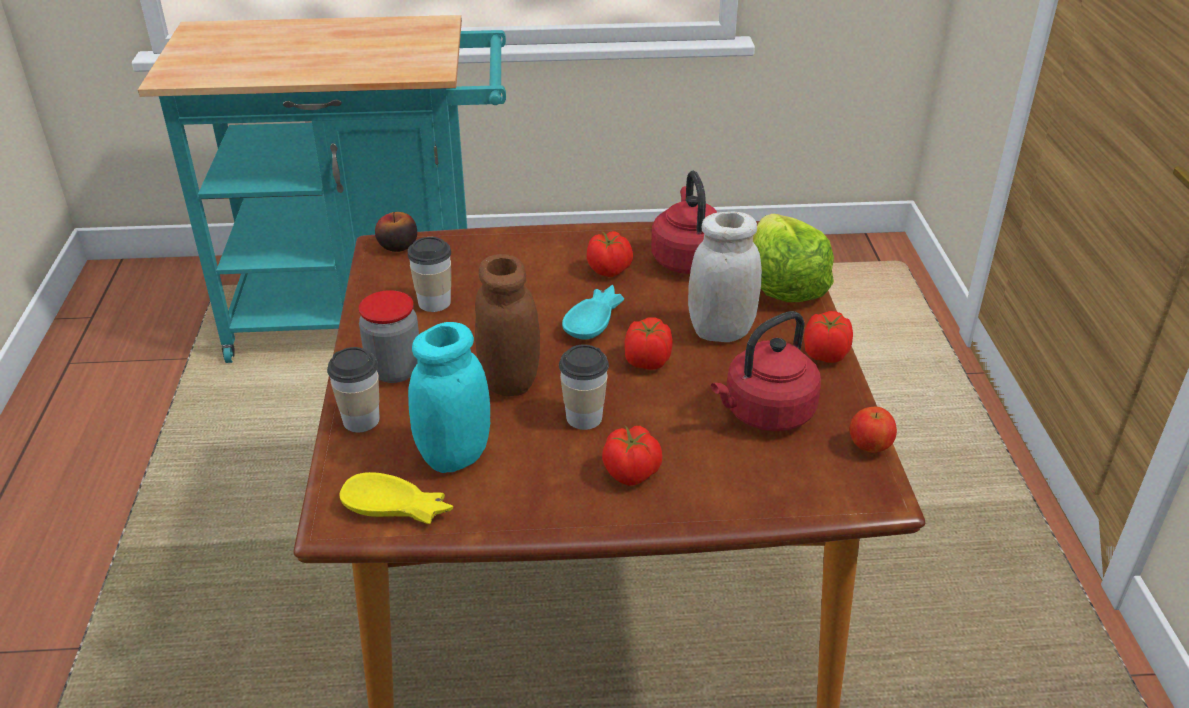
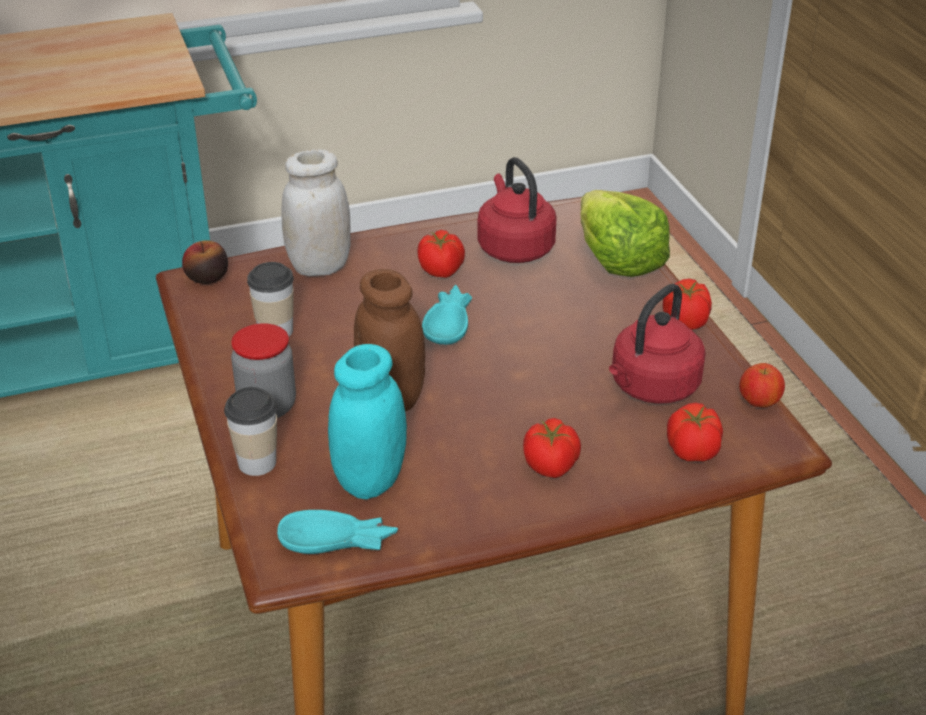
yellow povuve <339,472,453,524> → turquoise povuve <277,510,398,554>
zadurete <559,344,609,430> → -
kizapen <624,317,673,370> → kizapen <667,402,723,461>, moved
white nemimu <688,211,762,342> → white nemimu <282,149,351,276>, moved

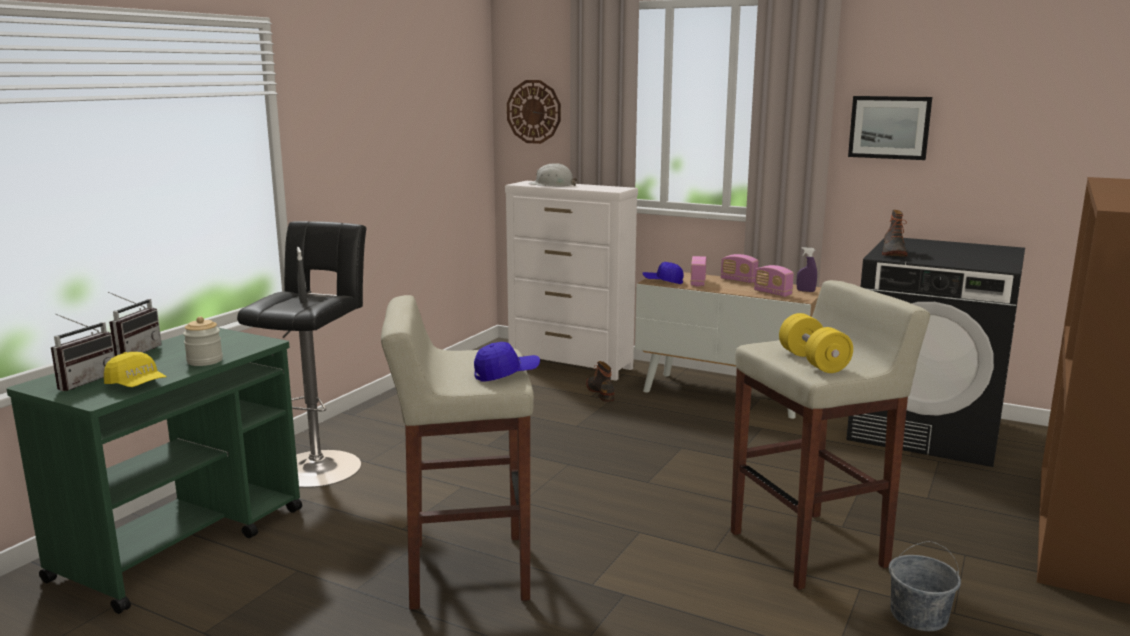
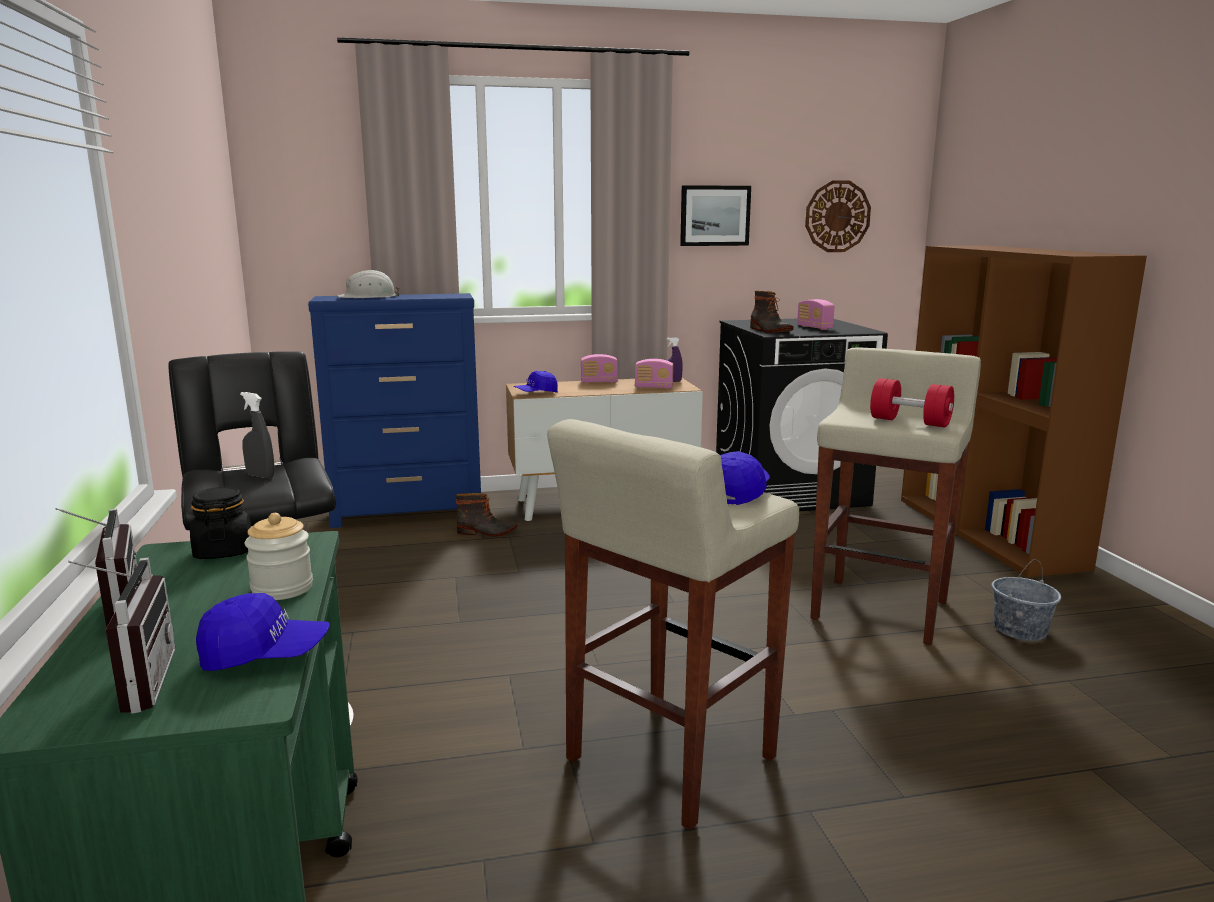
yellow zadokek <104,352,167,387> → blue zadokek <196,593,330,671>
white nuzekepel <505,181,638,381> → blue nuzekepel <308,293,481,528>
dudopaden <507,80,561,144> → dudopaden <805,180,871,252>, moved
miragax <586,361,614,402> → miragax <456,493,518,537>, 150 degrees clockwise
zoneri <690,256,707,287> → zoneri <797,299,835,330>, moved
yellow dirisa <779,313,853,373> → red dirisa <870,378,954,427>
- → black nemimu <190,487,251,559>

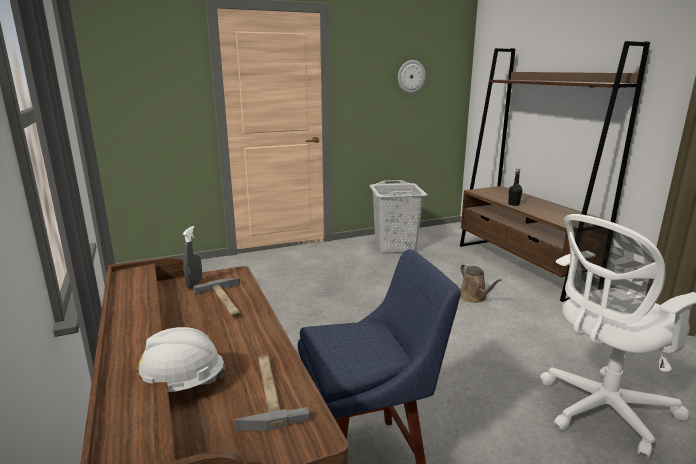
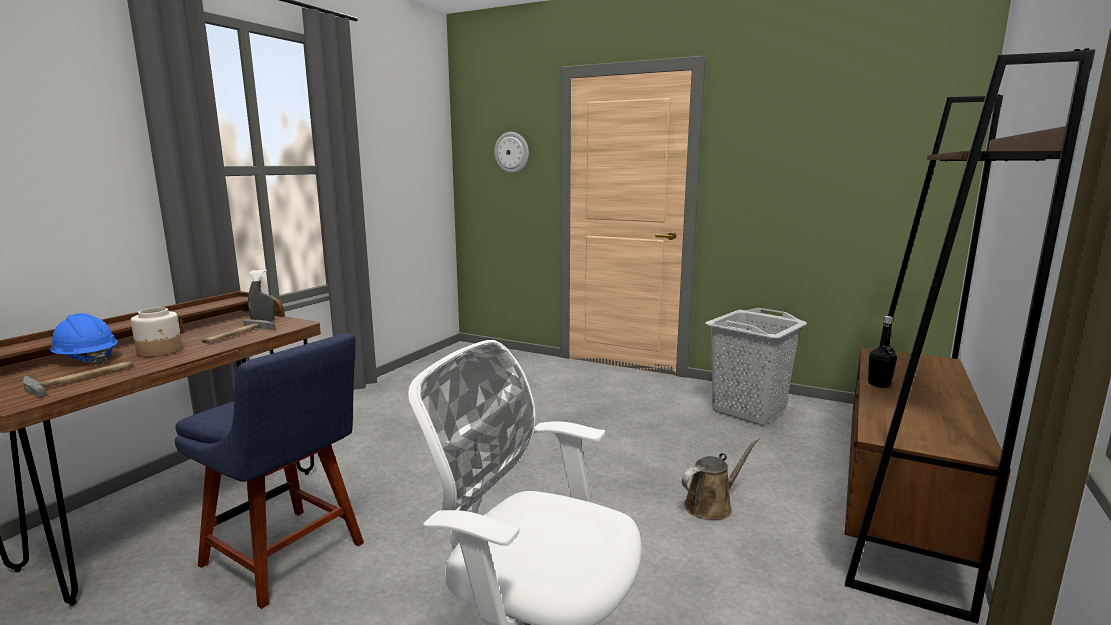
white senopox <137,327,225,392> → blue senopox <49,313,118,365>
dudopaden <398,60,426,93> → dudopaden <494,132,529,173>, moved
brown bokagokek <460,264,502,303> → brown bokagokek <682,438,760,520>, 150 degrees counterclockwise
- → nemimu <131,307,182,357>

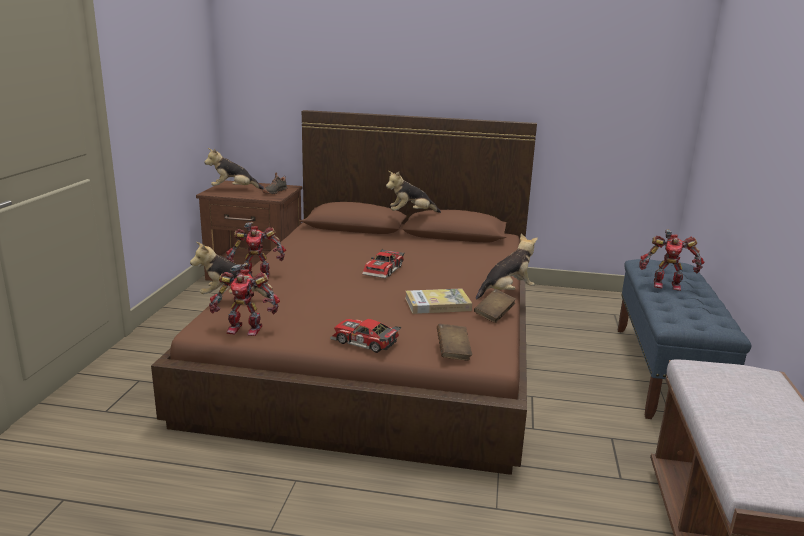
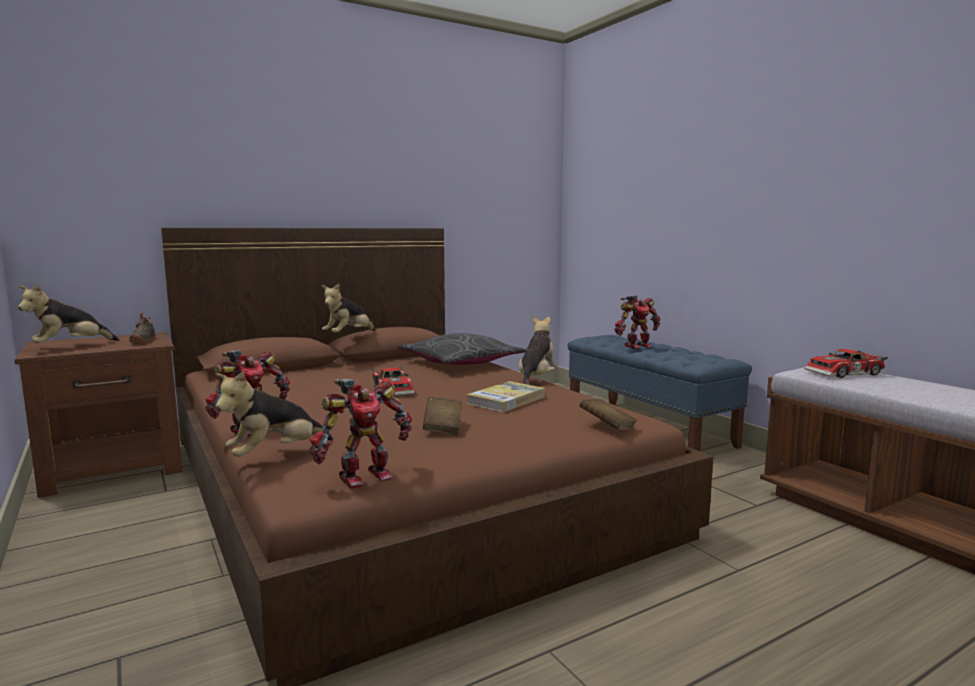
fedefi <330,319,401,353> → fedefi <804,349,888,378>, moved
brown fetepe <474,289,516,323> → brown fetepe <423,397,462,435>, moved
- → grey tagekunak <398,333,526,365>

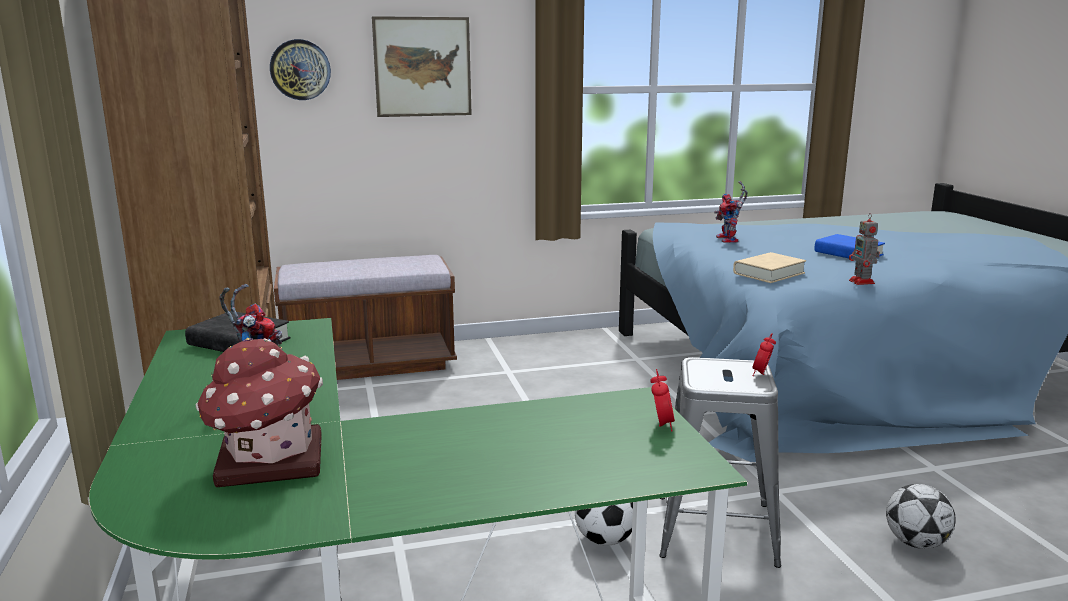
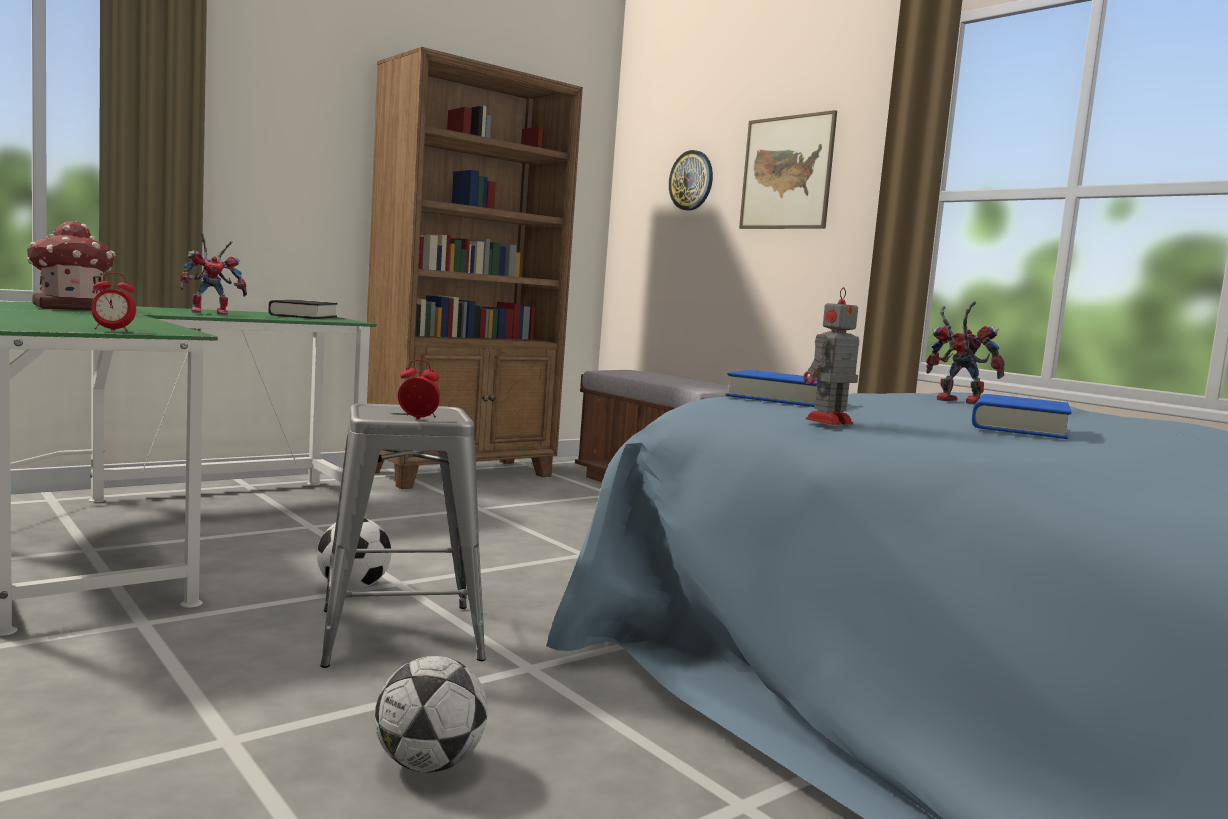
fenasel <714,181,748,243> → fenasel <926,301,1005,405>, 75 degrees clockwise
beige fetepe <733,252,806,283> → blue fetepe <725,370,817,407>

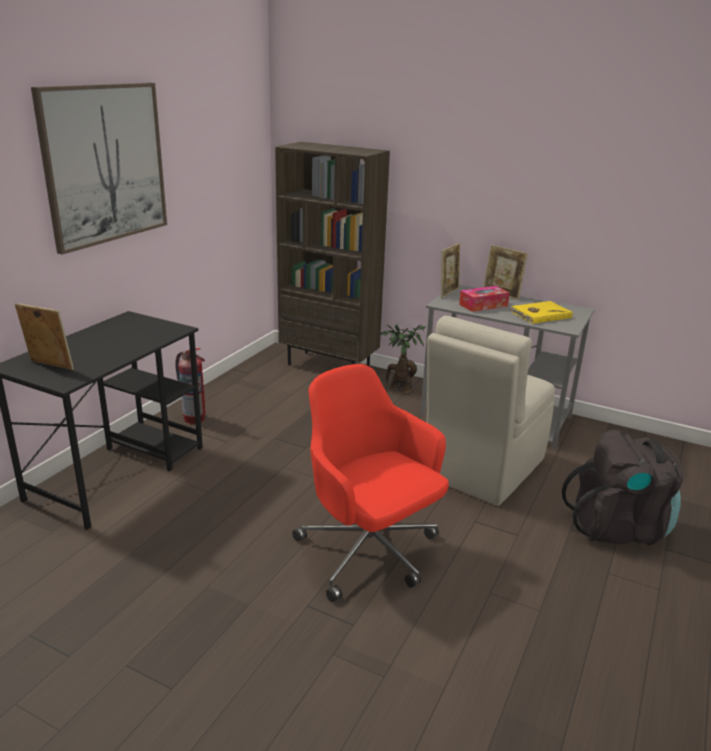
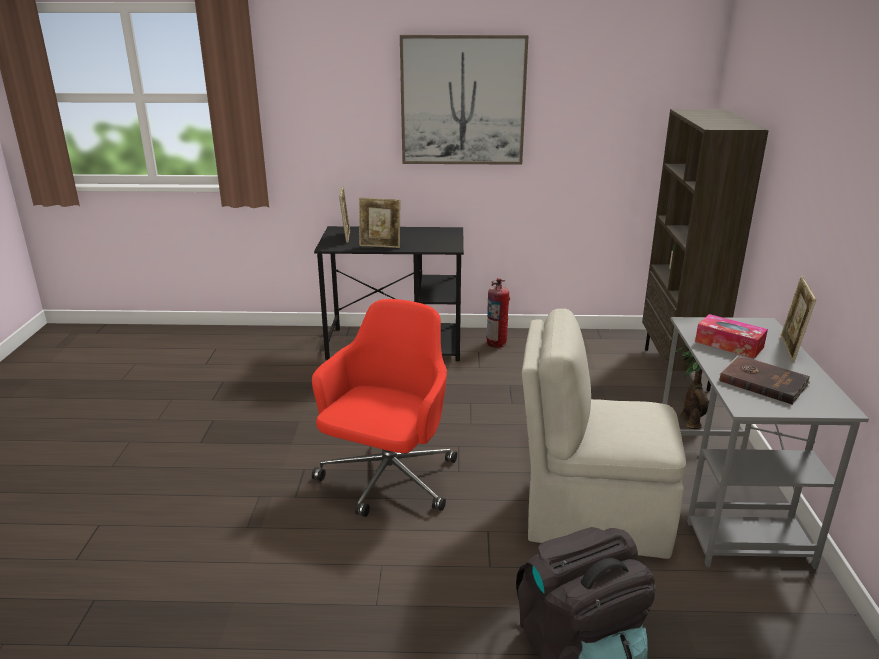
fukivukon <441,243,461,298> → fukivukon <359,197,401,248>, moved
yellow fetepe <509,301,573,324> → brown fetepe <720,355,810,404>

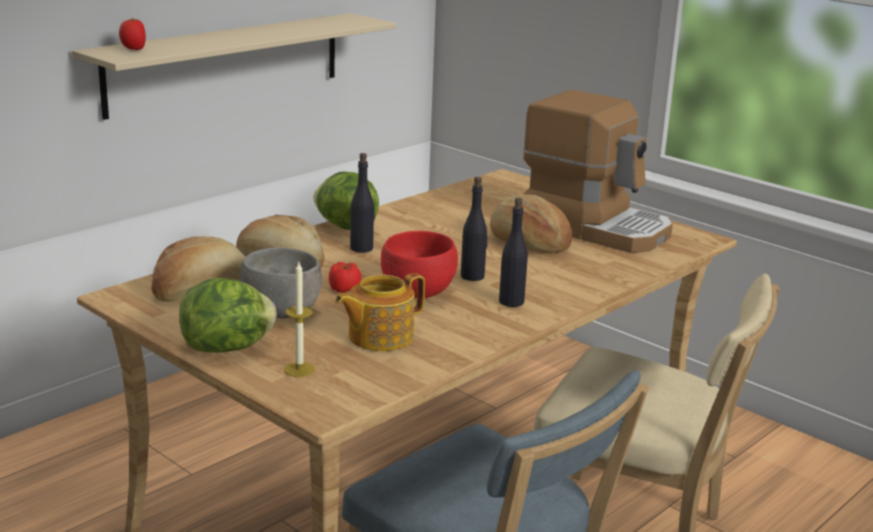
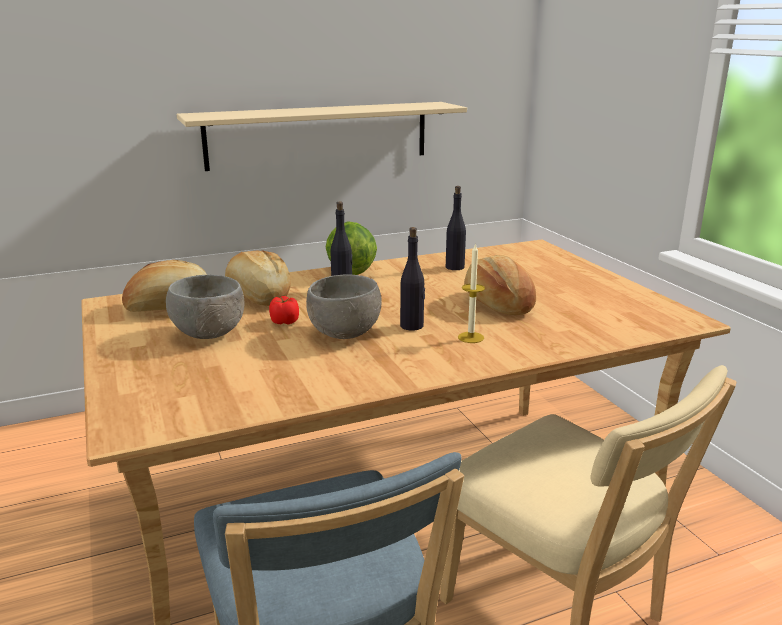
kizapen <119,18,146,50> → -
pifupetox <179,278,277,353> → -
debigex <284,262,315,377> → debigex <458,243,485,343>, moved
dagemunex <335,273,425,351> → -
red povuve <381,231,458,298> → grey povuve <306,274,382,339>
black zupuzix <499,198,528,307> → black zupuzix <446,186,466,270>, moved
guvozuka <523,90,673,253> → -

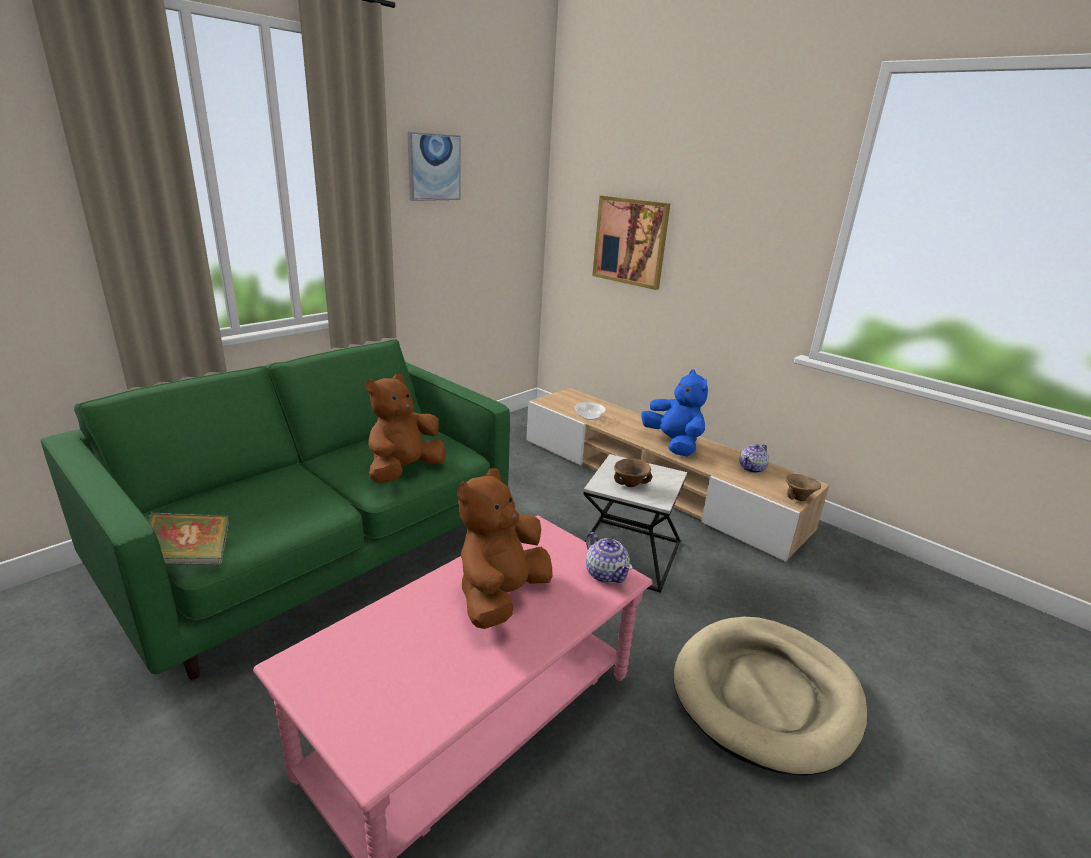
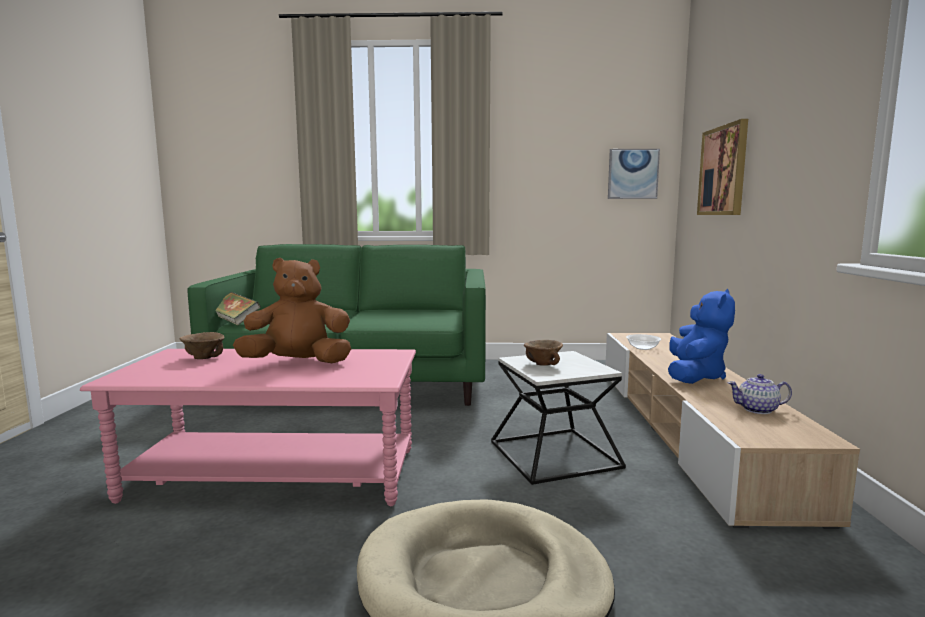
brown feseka <366,374,446,483> → -
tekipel <407,132,460,201> → tekipel <608,149,660,199>, moved
dagemunex <586,532,633,583> → -
brown povuve <785,474,821,501> → brown povuve <180,332,224,359>, moved

